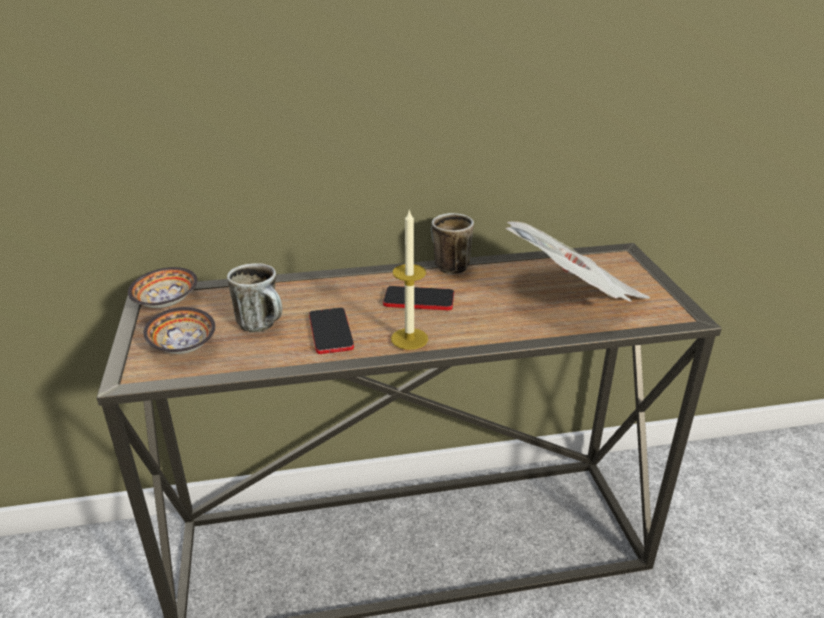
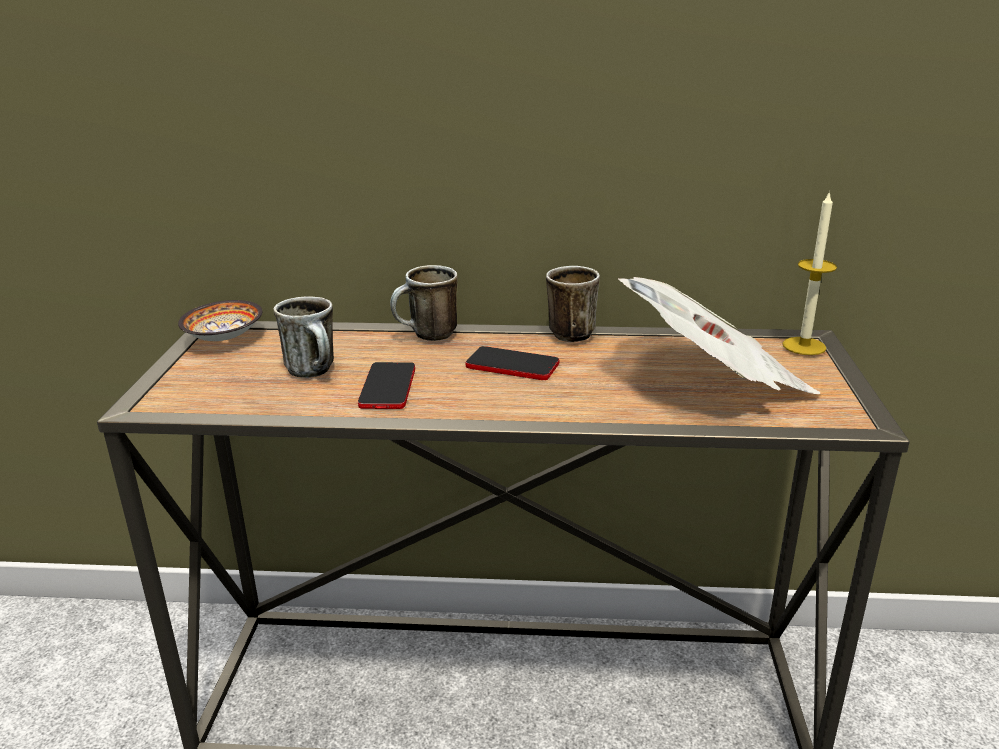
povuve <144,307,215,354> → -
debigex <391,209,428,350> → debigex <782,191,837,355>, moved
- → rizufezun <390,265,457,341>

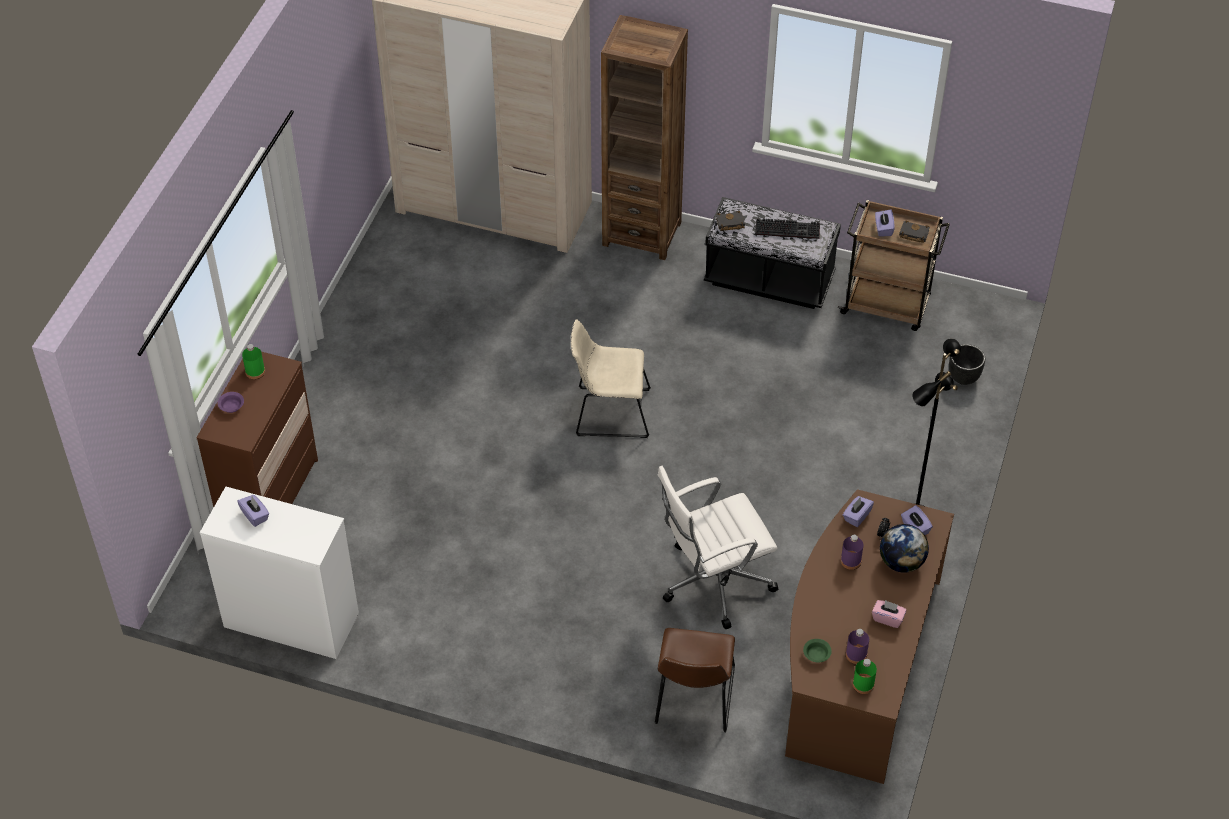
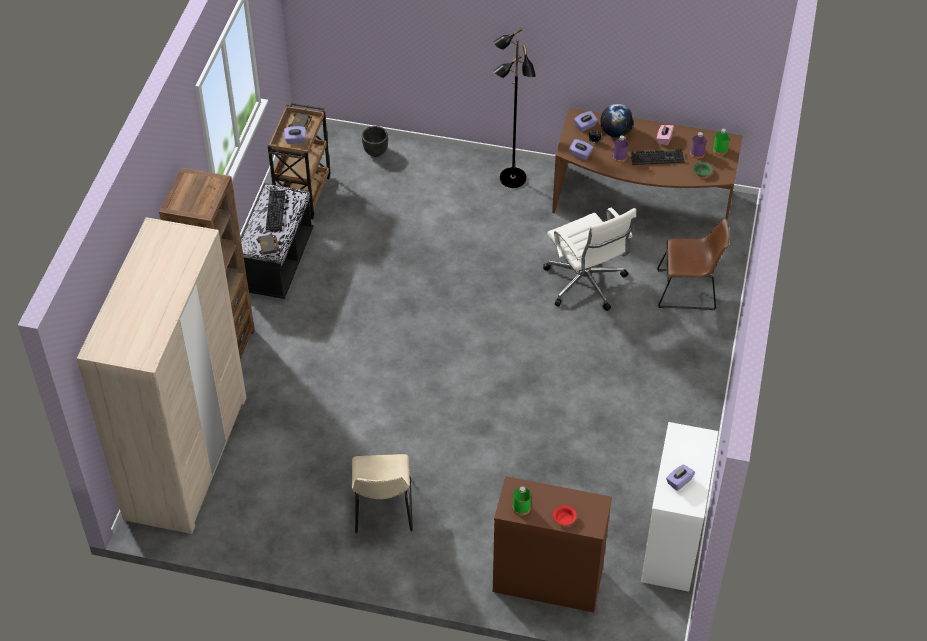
purple povuve <217,392,244,413> → red povuve <553,505,577,525>
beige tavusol <571,319,651,438> → beige tavusol <352,454,413,534>, moved
- → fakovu <631,149,685,165>

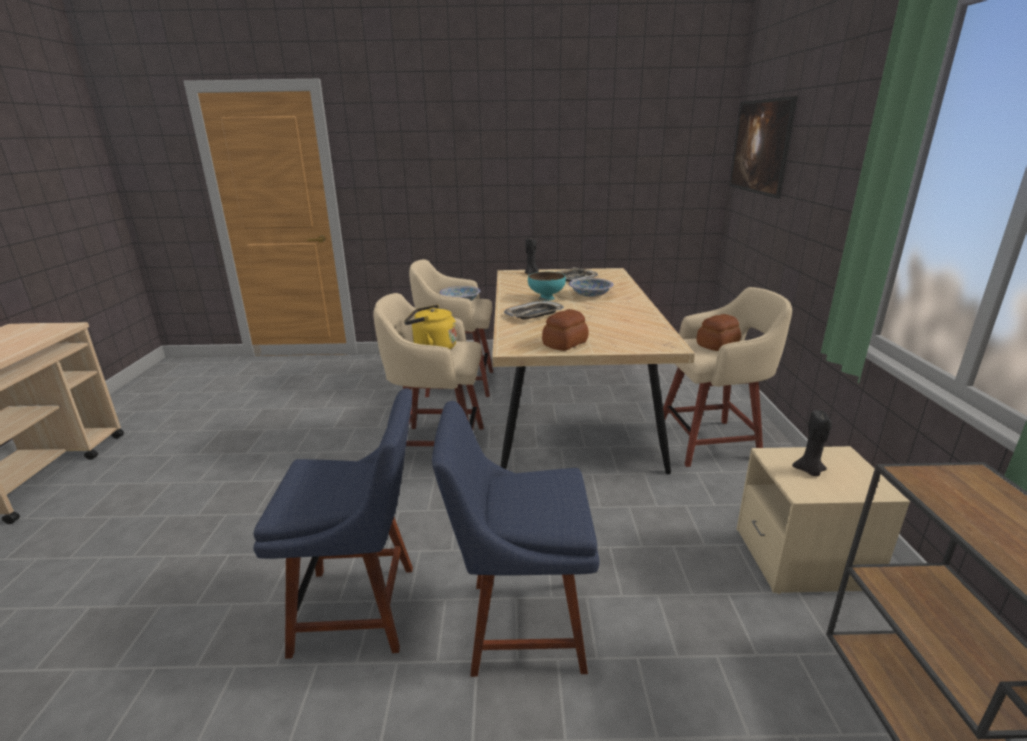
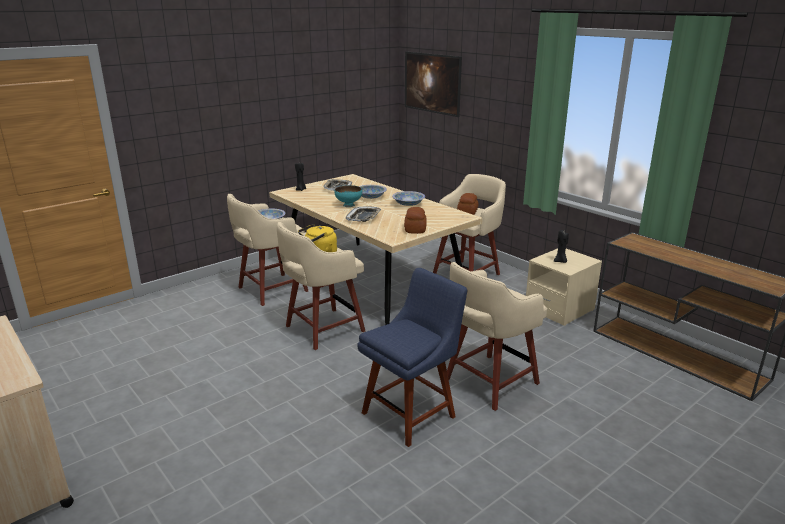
blue tavusol <432,401,600,677> → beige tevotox <447,262,547,411>
- → povuve <392,191,425,206>

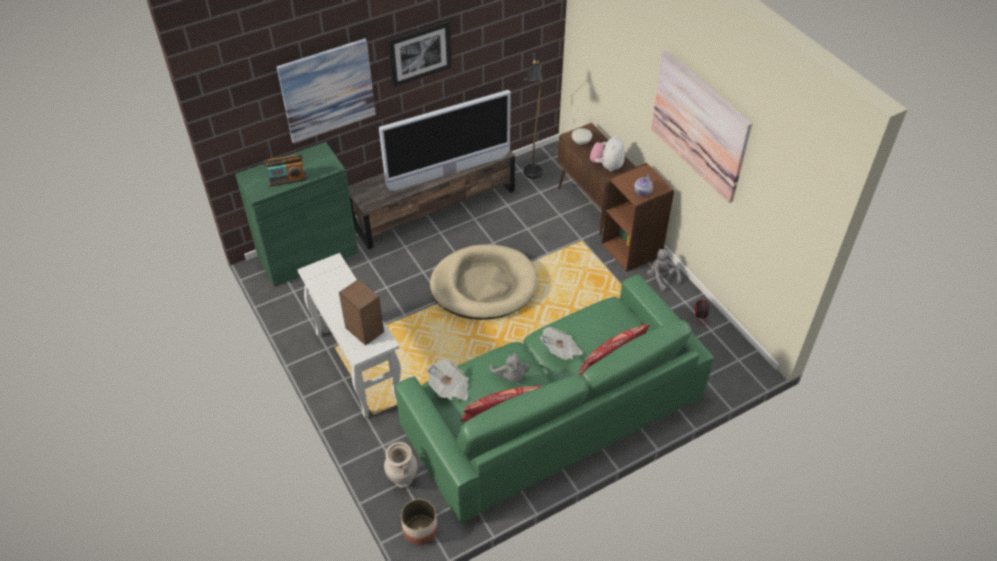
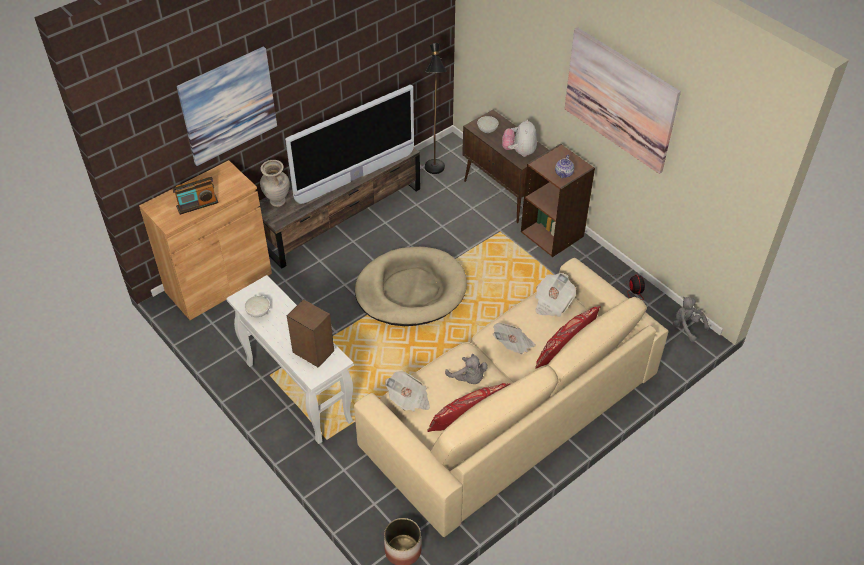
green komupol <235,142,359,287> → brown komupol <139,160,272,320>
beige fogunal <384,442,418,488> → beige fogunal <260,160,290,207>, moved
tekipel <387,20,452,88> → -
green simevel <395,275,714,524> → beige simevel <354,258,669,537>
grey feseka <647,249,681,291> → grey feseka <673,297,709,342>, moved
- → white povuve <244,295,270,317>
- → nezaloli <535,273,576,317>

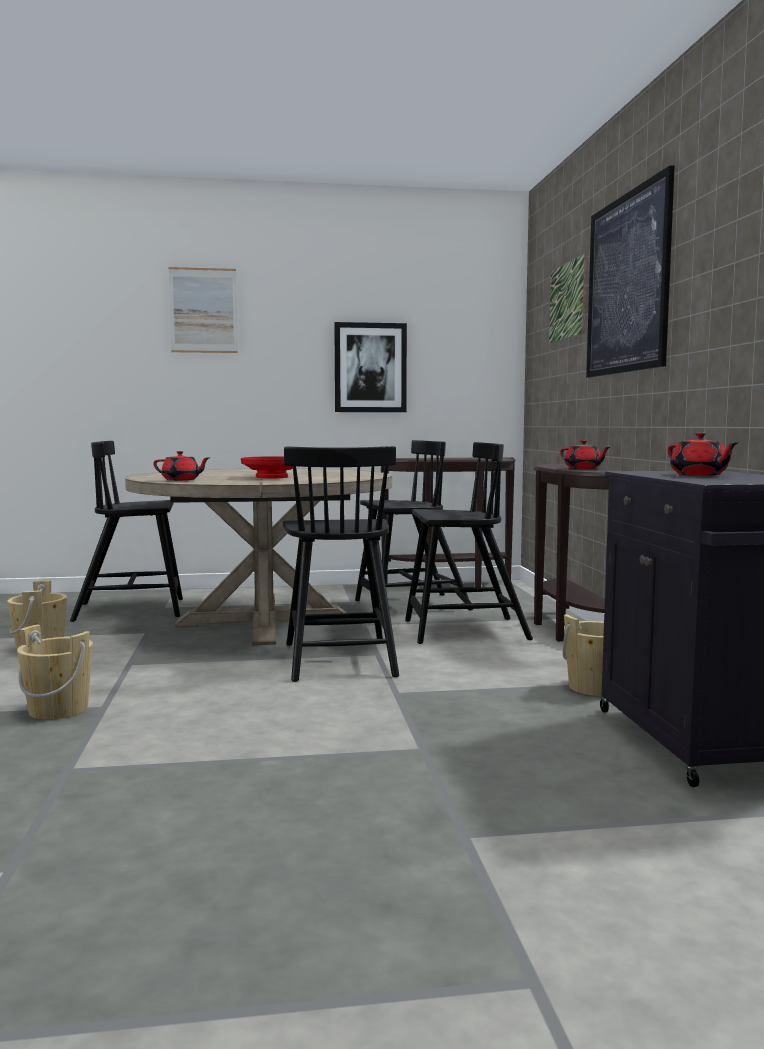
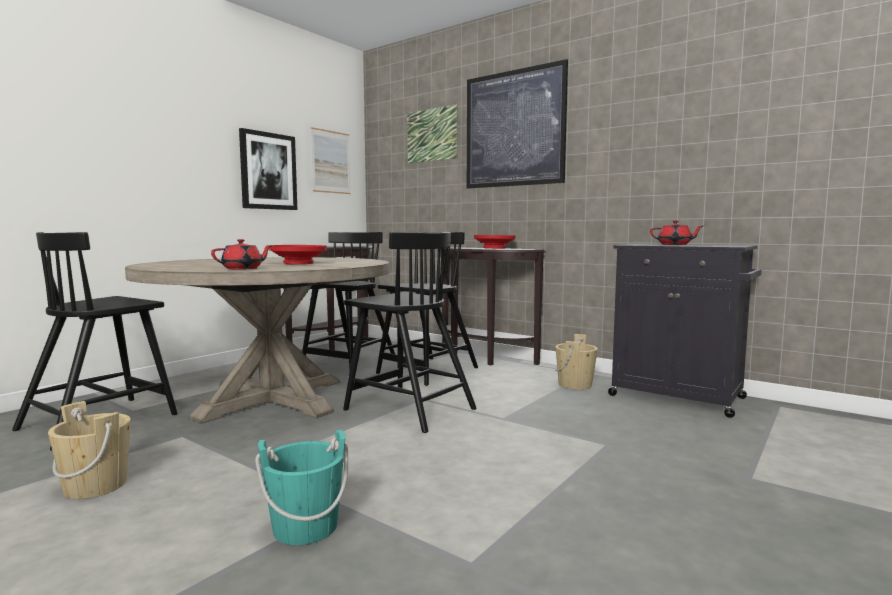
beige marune <17,624,93,720> → turquoise marune <255,429,348,545>
tekipel <169,267,238,353> → tekipel <311,127,350,194>, moved
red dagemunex <560,440,610,469> → red povuve <474,235,515,249>

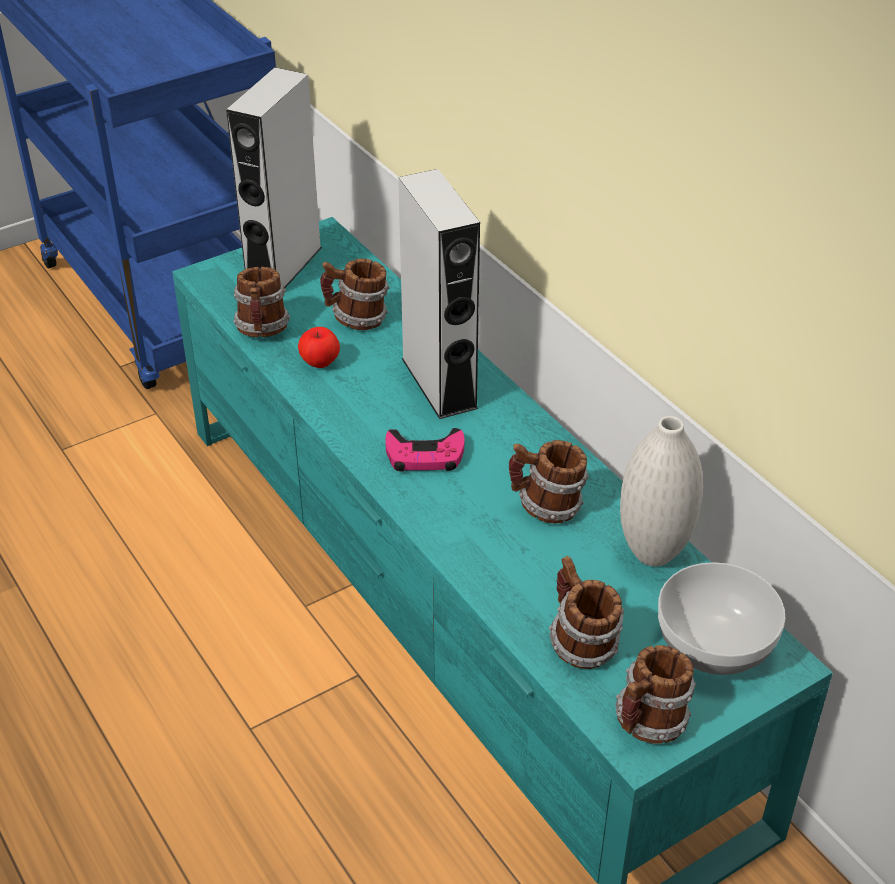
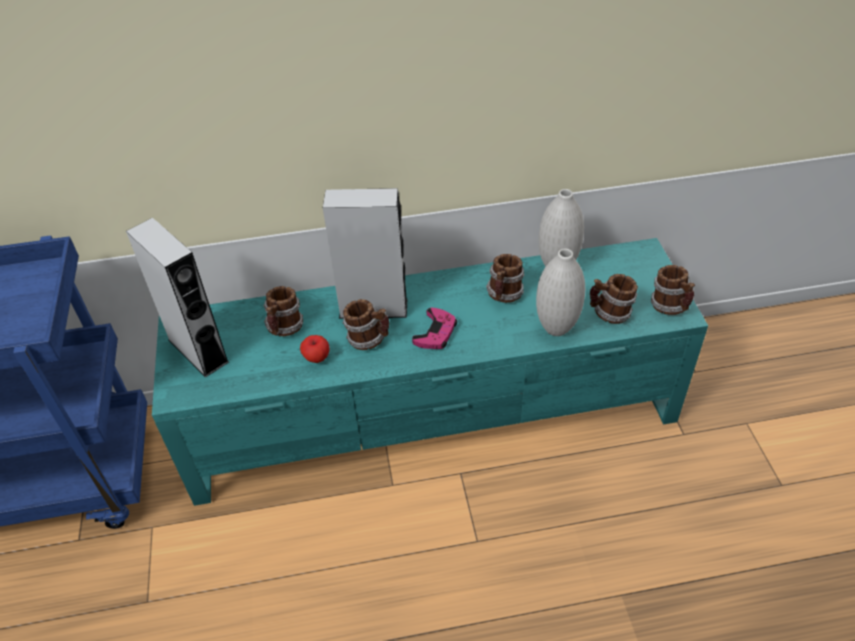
rizufezun <233,267,290,337> → rizufezun <343,299,389,350>, moved
povuve <658,562,786,675> → -
- → white fogunal <536,249,585,336>

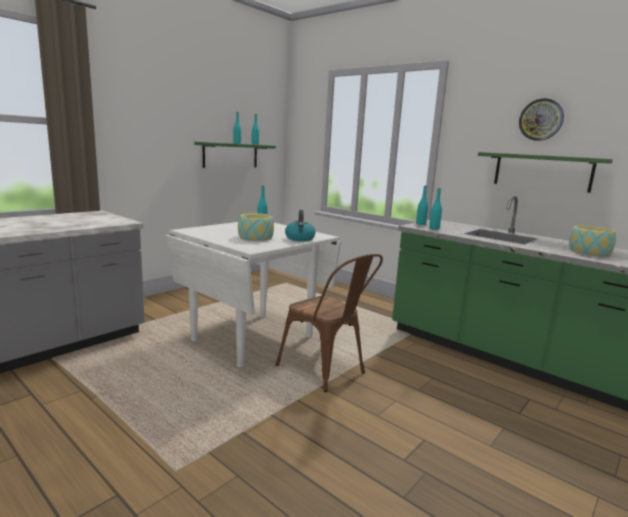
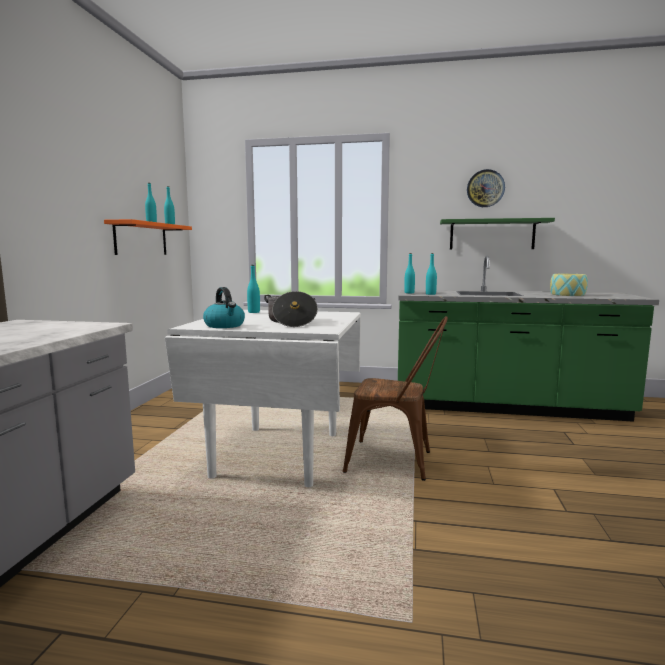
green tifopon <195,142,276,168> → orange tifopon <104,219,192,255>
povuve <238,213,274,241> → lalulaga <264,291,318,327>
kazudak <285,210,316,241> → kazudak <203,287,245,328>, moved

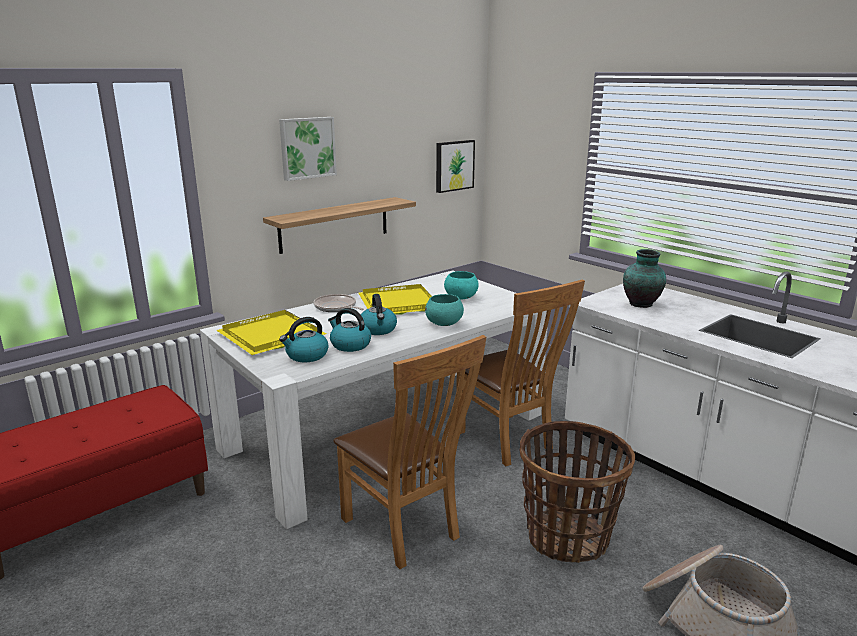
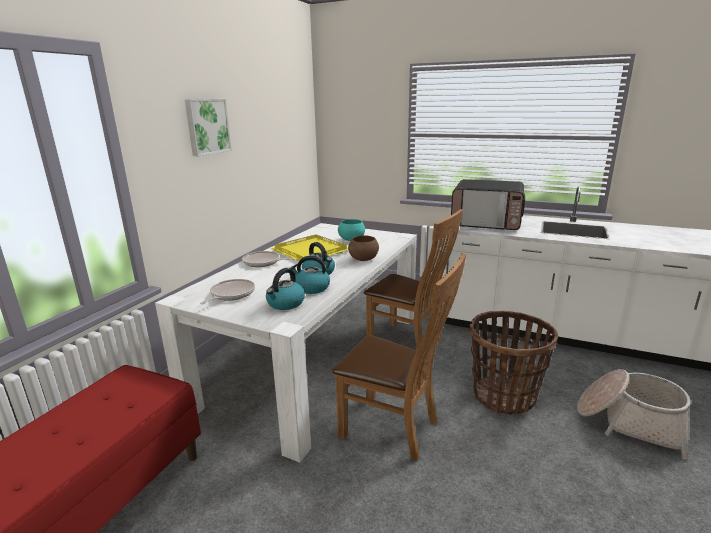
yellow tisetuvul <216,310,326,355> → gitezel <200,279,255,304>
tifopon <263,197,416,254> → -
turquoise povuve <425,294,464,326> → brown povuve <348,235,379,261>
tekipel <436,140,475,193> → -
fogunal <623,249,666,308> → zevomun <451,179,525,230>

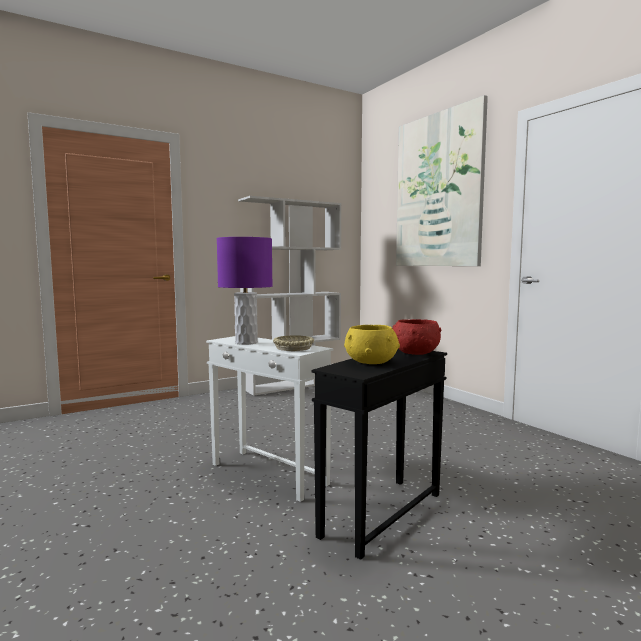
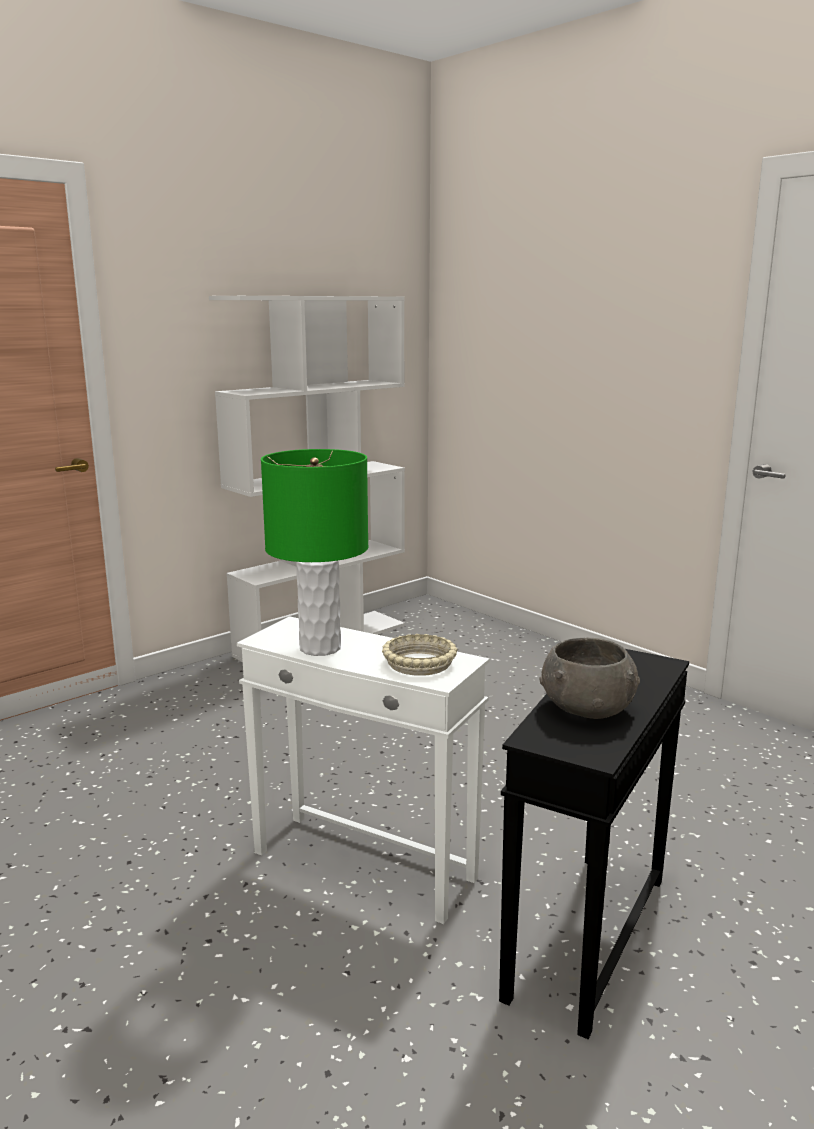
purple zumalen <217,237,273,345> → green zumalen <261,449,369,656>
yellow povuve <344,325,400,364> → grey povuve <540,638,640,719>
red povuve <392,319,441,355> → -
tekipel <396,95,488,266> → -

